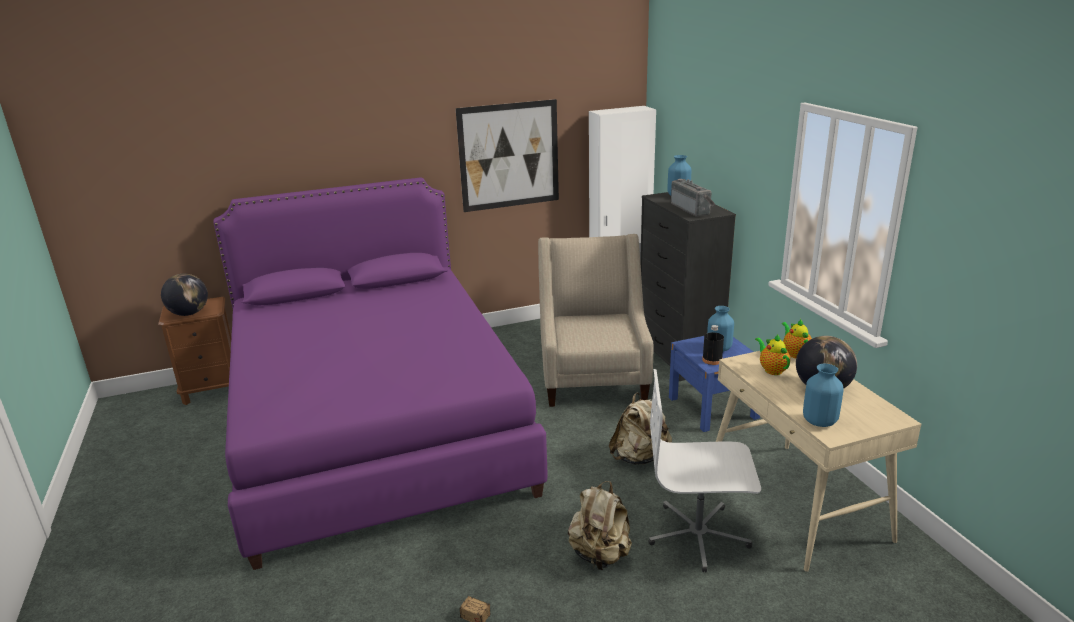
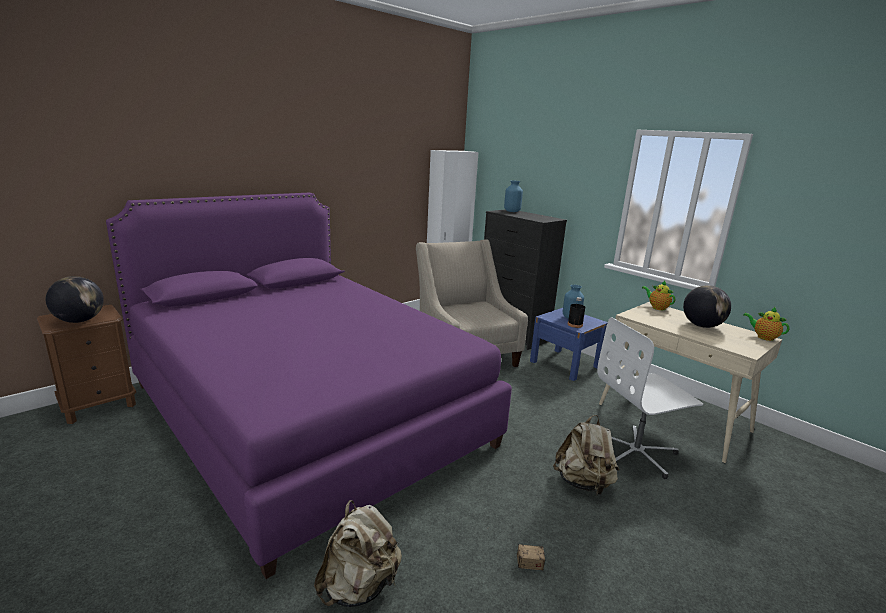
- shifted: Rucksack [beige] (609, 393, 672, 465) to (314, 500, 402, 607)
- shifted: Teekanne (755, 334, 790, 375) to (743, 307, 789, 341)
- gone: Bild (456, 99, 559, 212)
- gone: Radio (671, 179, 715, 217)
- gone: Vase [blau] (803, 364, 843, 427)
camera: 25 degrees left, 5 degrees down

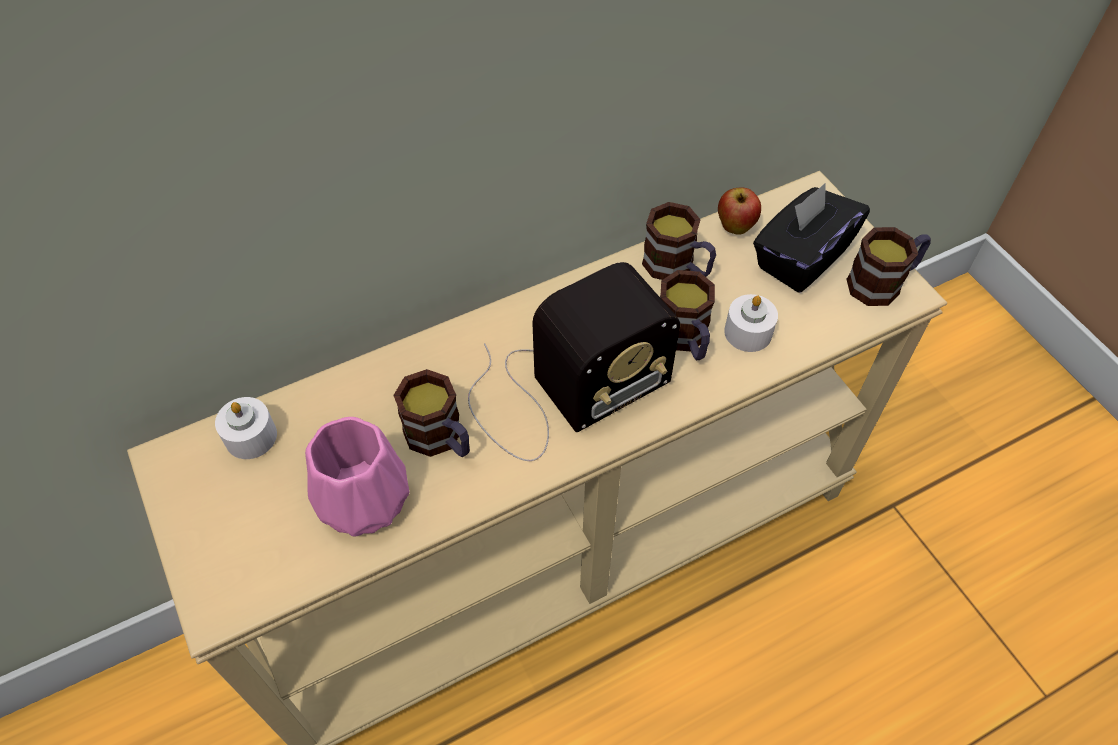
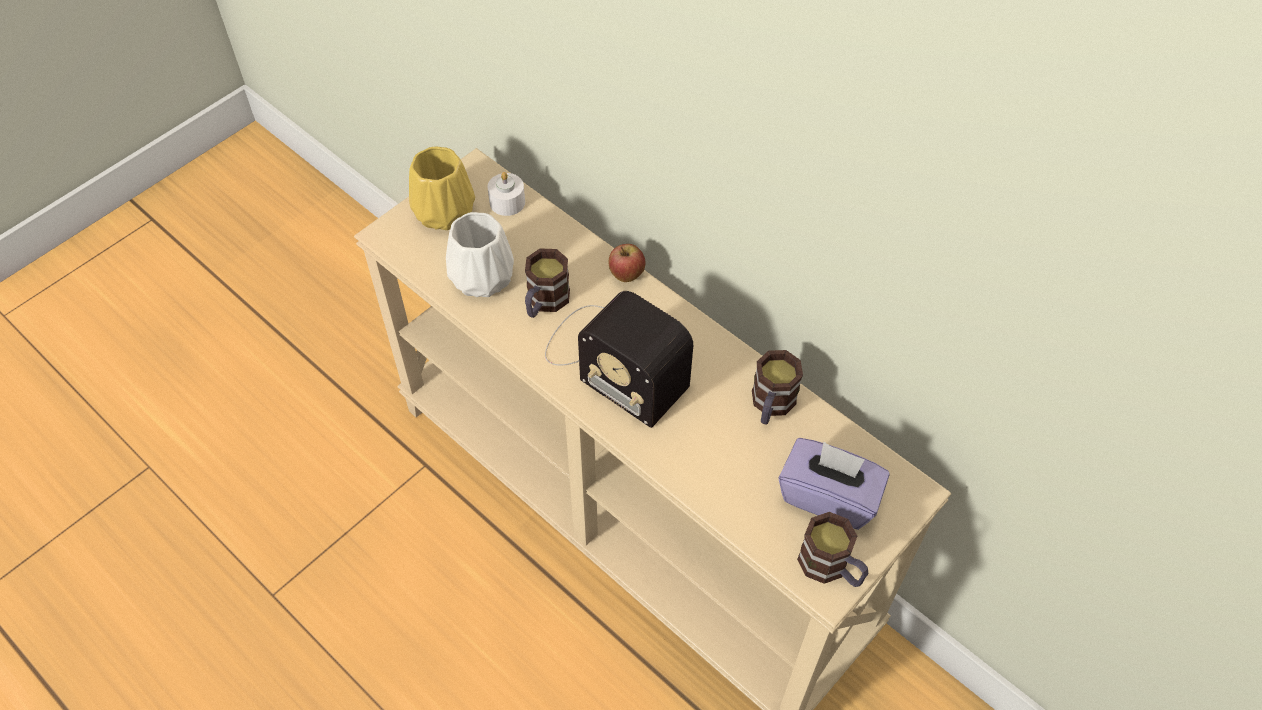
- new: Vase [gelb] (409, 147, 475, 230)
- repainted: Vase [rosa] (305, 417, 410, 537) to Vase [weiß] (446, 212, 514, 297)
- shifted: Apfel (718, 187, 761, 235) to (609, 244, 645, 282)
- repainted: Taschentuchbox [schwarz] (753, 183, 870, 293) to Taschentuchbox [lila] (778, 438, 890, 530)
- gone: Henkelbecher (660, 270, 715, 360)
- gone: Kerze [weiß] (724, 294, 778, 352)
camera: 70 degrees right, 0 degrees up

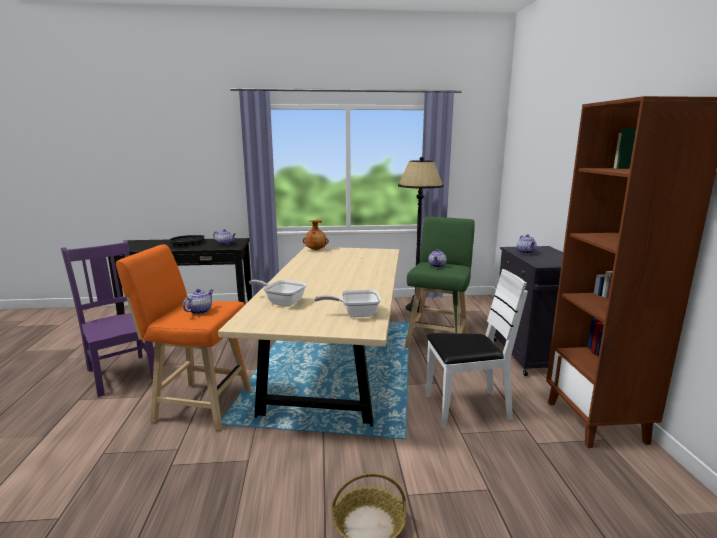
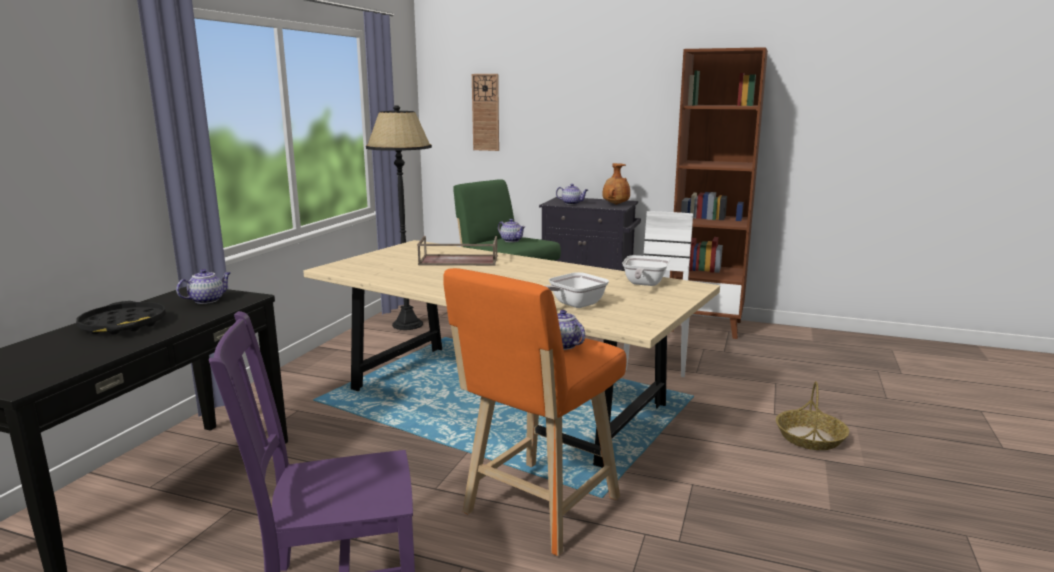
- new: Tablett [braun] (417, 236, 498, 266)
- new: Wanduhr (472, 74, 499, 151)
- shifted: Vase [braun] (303, 219, 329, 250) to (602, 163, 630, 205)
camera: 65 degrees left, 0 degrees up

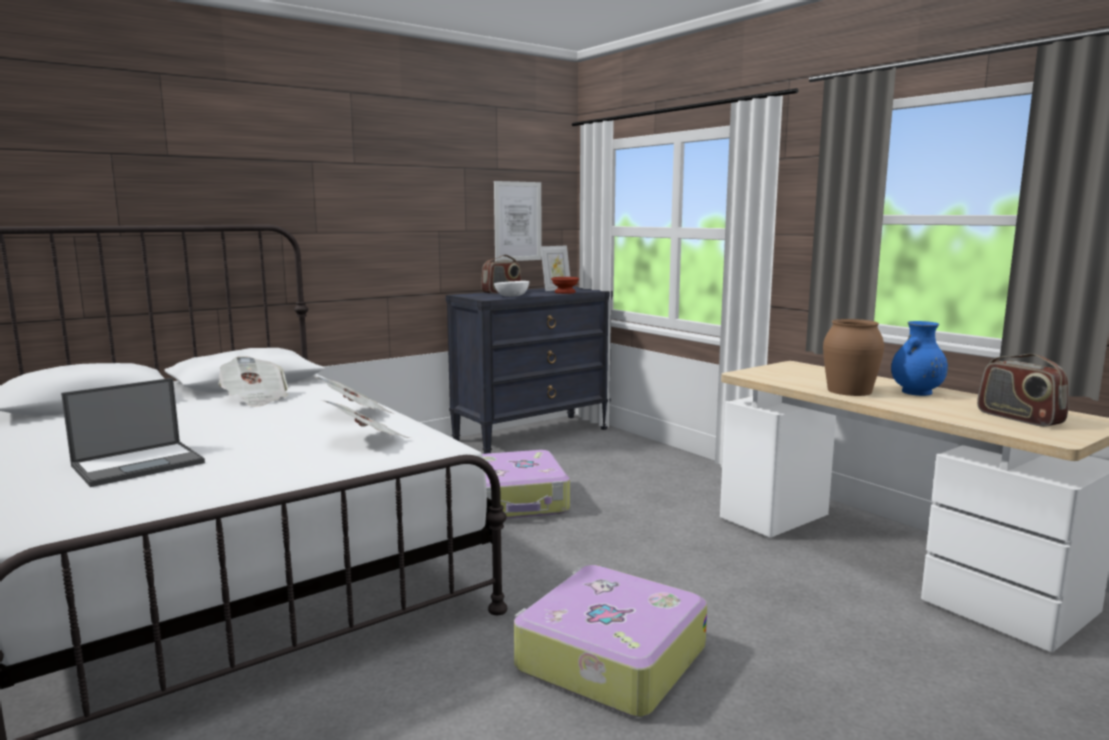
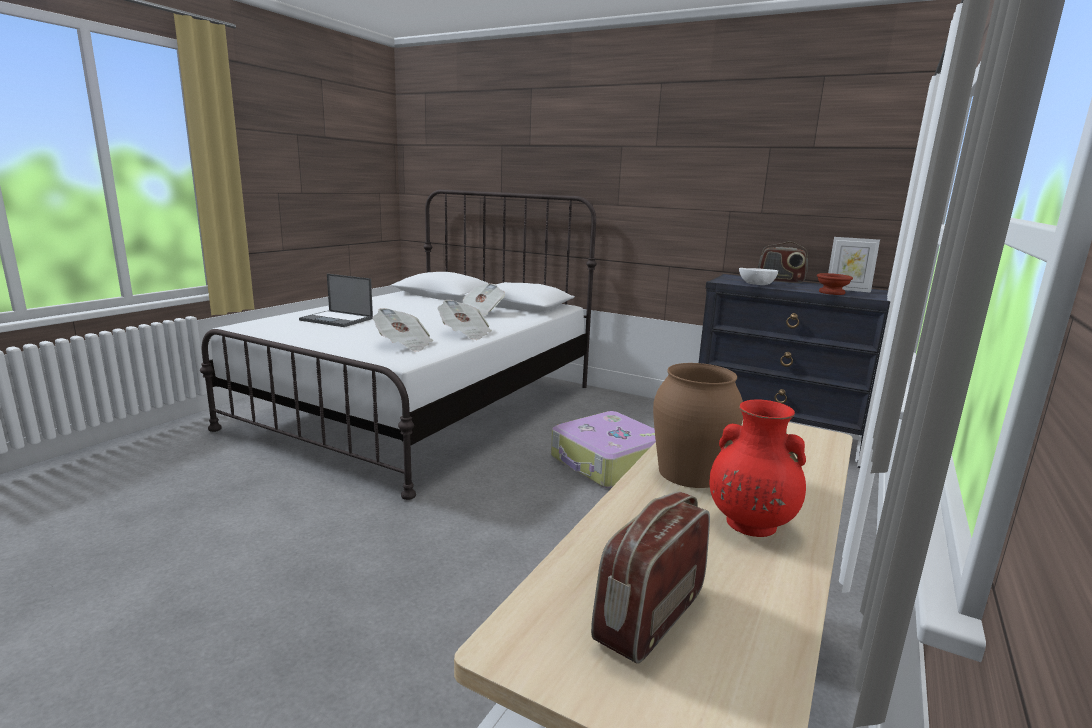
- repainted: Vase [blau] (891, 321, 948, 396) to Vase [rot] (709, 399, 806, 537)
- gone: Bild (494, 181, 542, 262)
- gone: Koffer (514, 565, 707, 717)
camera: 65 degrees right, 5 degrees up

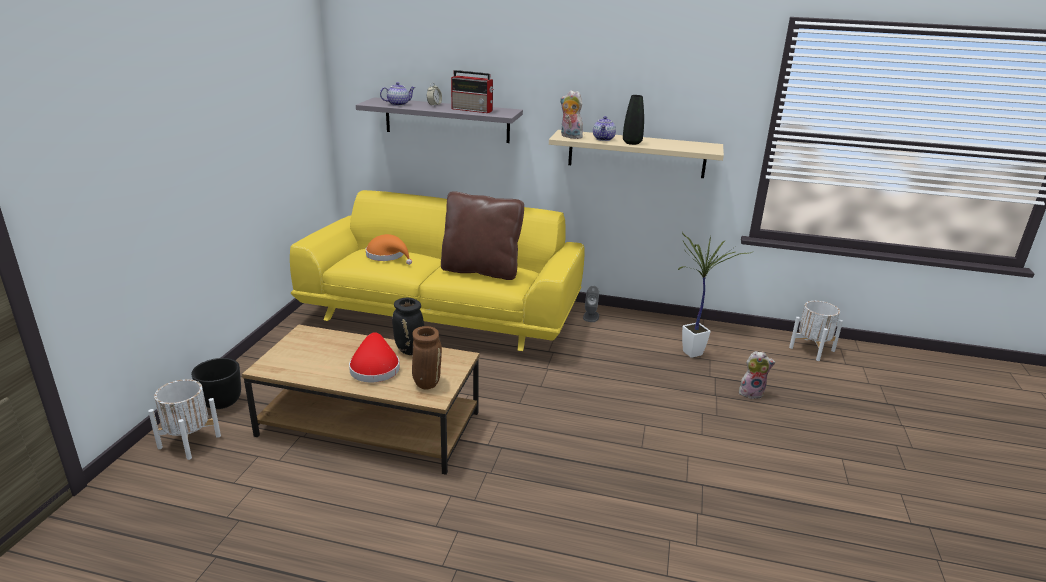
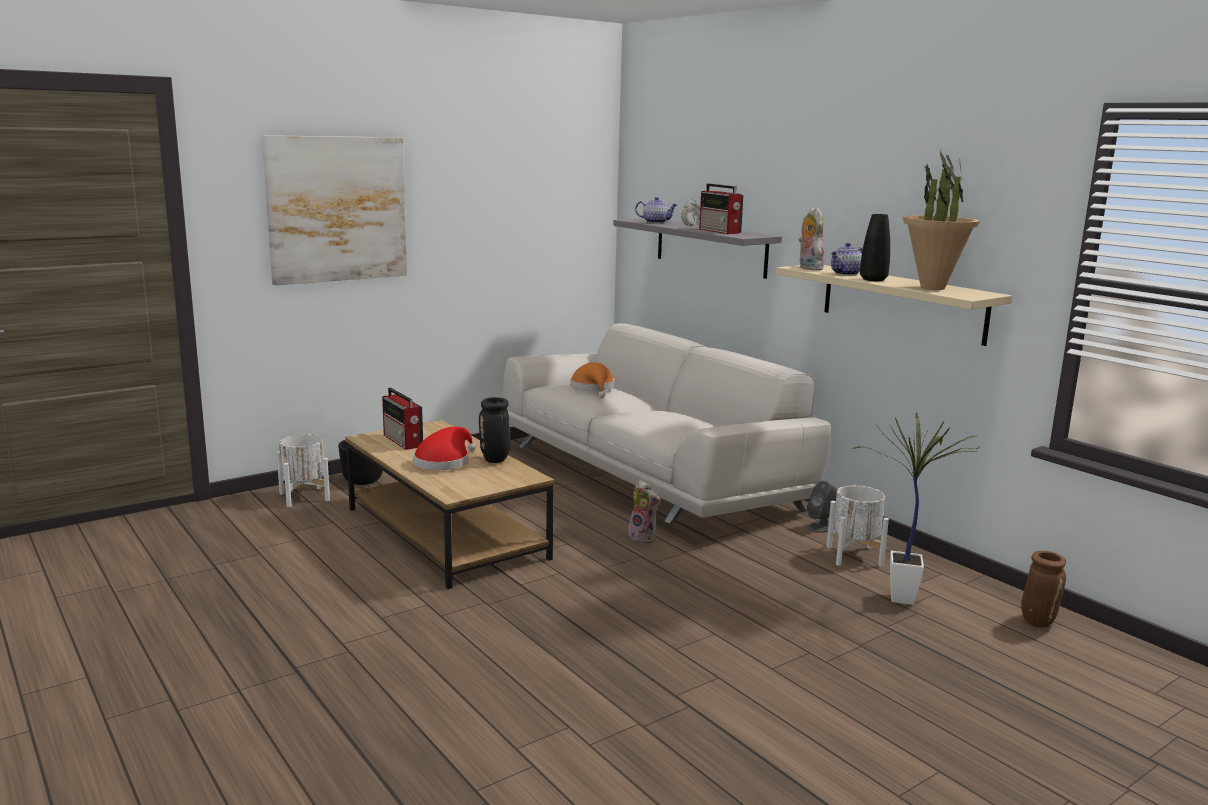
- new: Bild (262, 135, 407, 285)
- new: Radio (382, 388, 423, 450)
- repainted: Sofa [gelb] (290, 190, 584, 351) to Sofa [weiß] (503, 323, 831, 524)
- shifted: Plüschtier (739, 351, 776, 399) to (628, 480, 661, 544)
- shifted: Pflanzkübel [weiß] (789, 301, 843, 361) to (826, 485, 889, 567)
- new: Topfpflanze (903, 150, 980, 290)
- shifted: Vase [braun] (412, 326, 442, 389) to (1021, 551, 1066, 627)
- gone: Kissen [braun] (441, 191, 524, 280)
camera: 40 degrees right, 10 degrees down

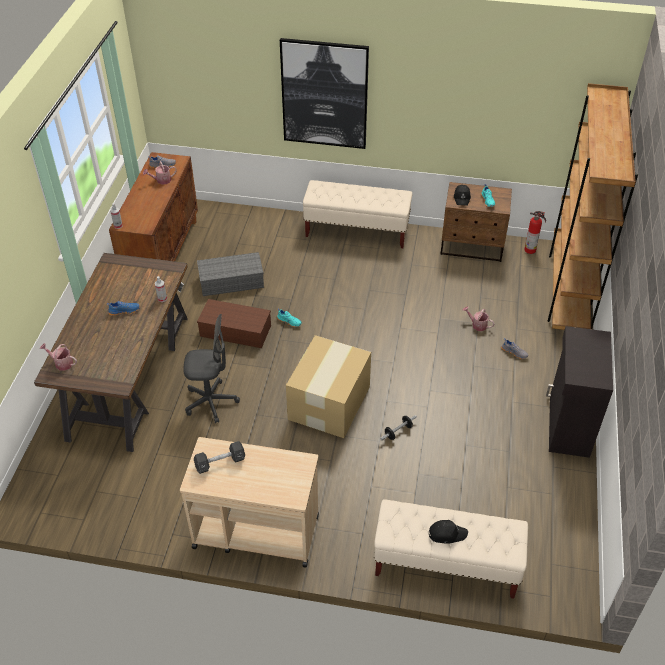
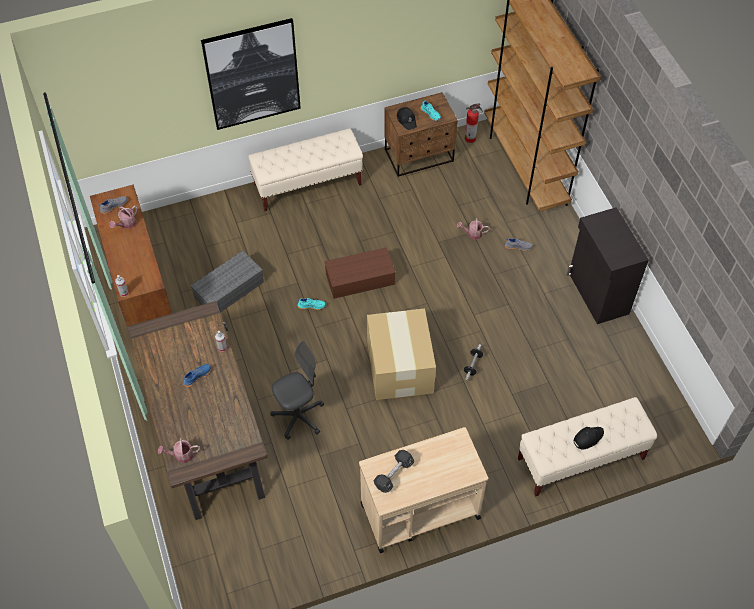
- shifted: Aufbewahrungsbox [braun] (197, 299, 271, 348) to (324, 247, 396, 299)
camera: 30 degrees left, 10 degrees up

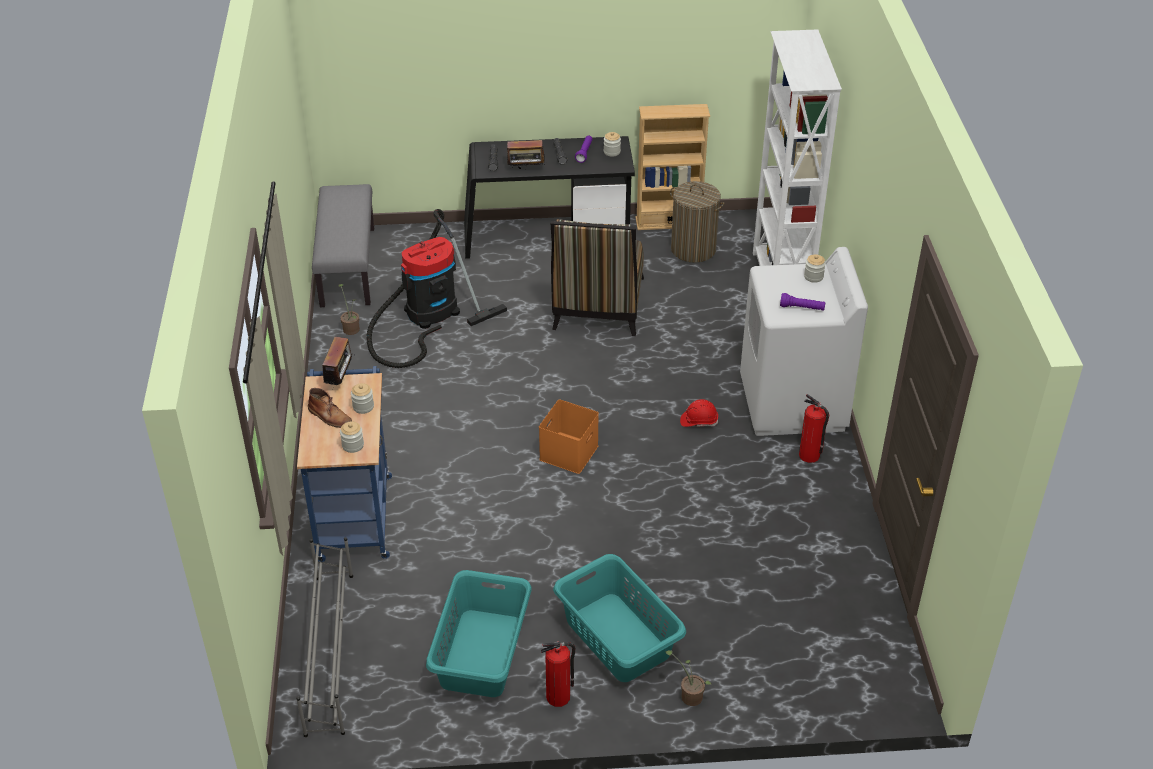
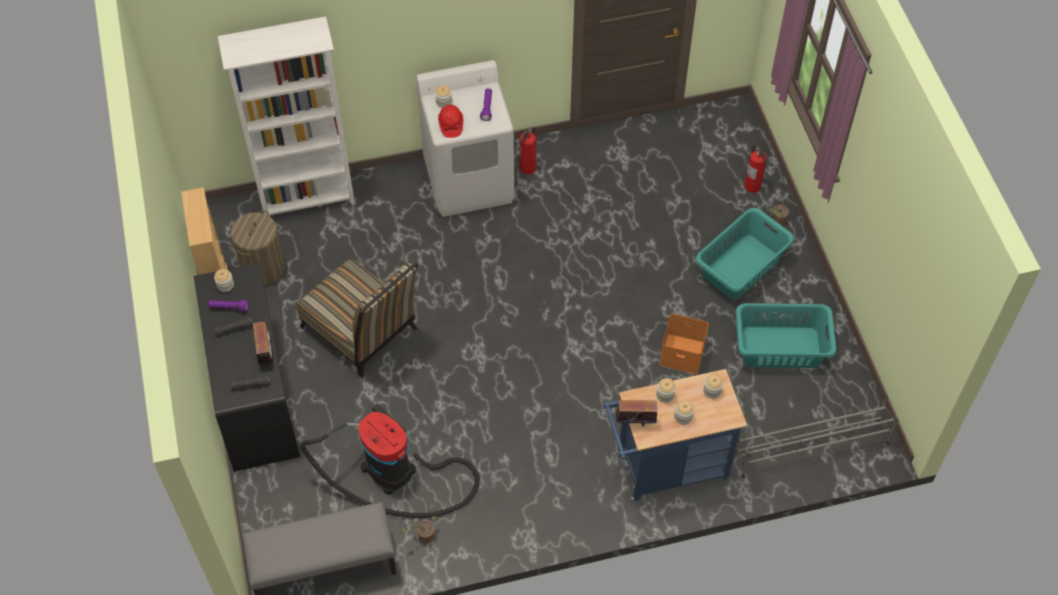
- rotated: Stuhl (550, 219, 644, 336) = (297, 259, 418, 378) 45 degrees clockwise
- shifted: Schutzhelm [rot] (680, 399, 718, 427) to (438, 105, 463, 138)
- shifted: Aufbewahrungsbox [orange] (539, 399, 599, 474) to (659, 314, 709, 374)
- swapped: Stiefel [braun] (308, 388, 352, 428) to Vorratsglas (674, 400, 694, 425)
- shifted: Feuerlöscher (541, 642, 576, 707) to (744, 145, 767, 193)
camera: 100 degrees left, 15 degrees up

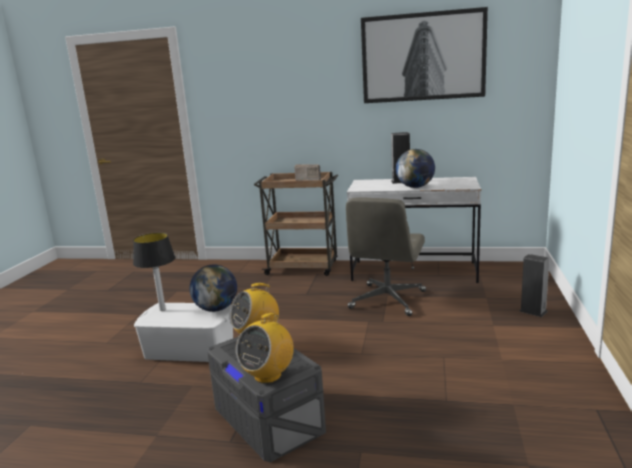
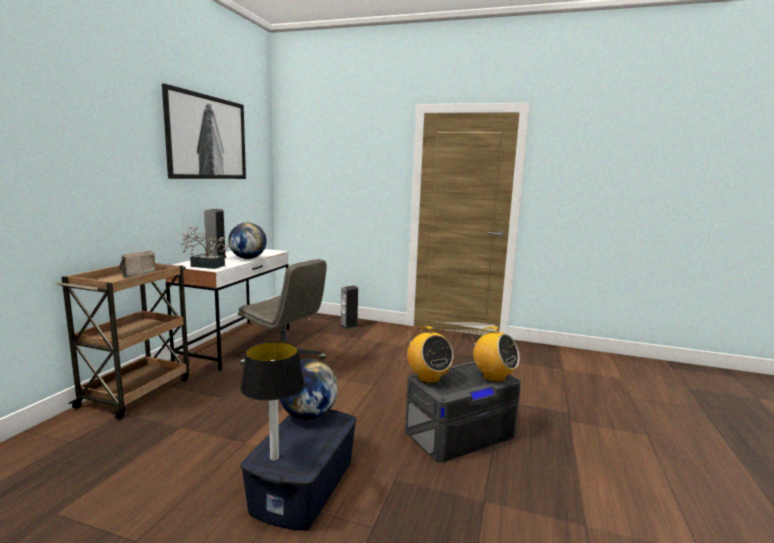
- new: Topfpflanze (179, 227, 230, 269)
- repainted: Aufbewahrungsbox [weiß] (134, 303, 233, 362) to Aufbewahrungsbox [blau] (240, 409, 357, 531)
camera: 85 degrees left, 5 degrees down

